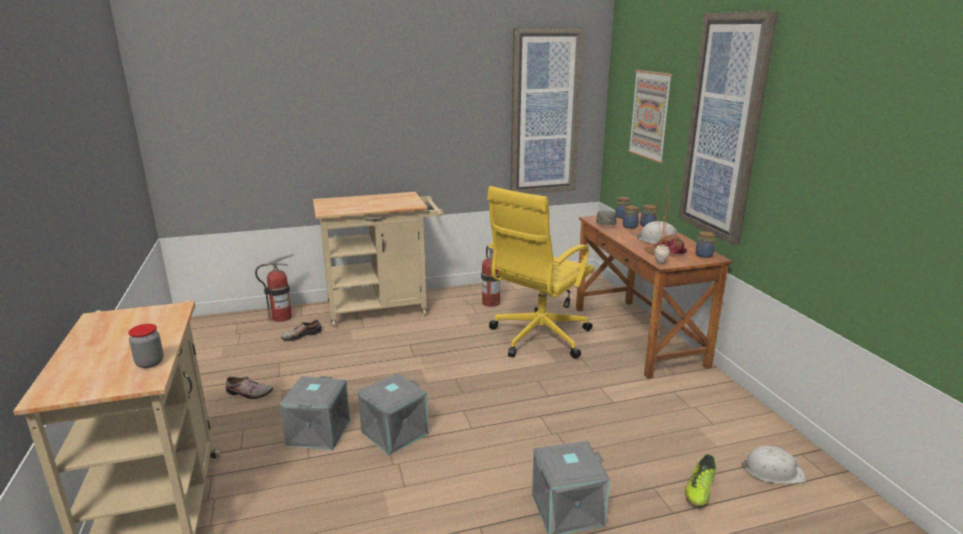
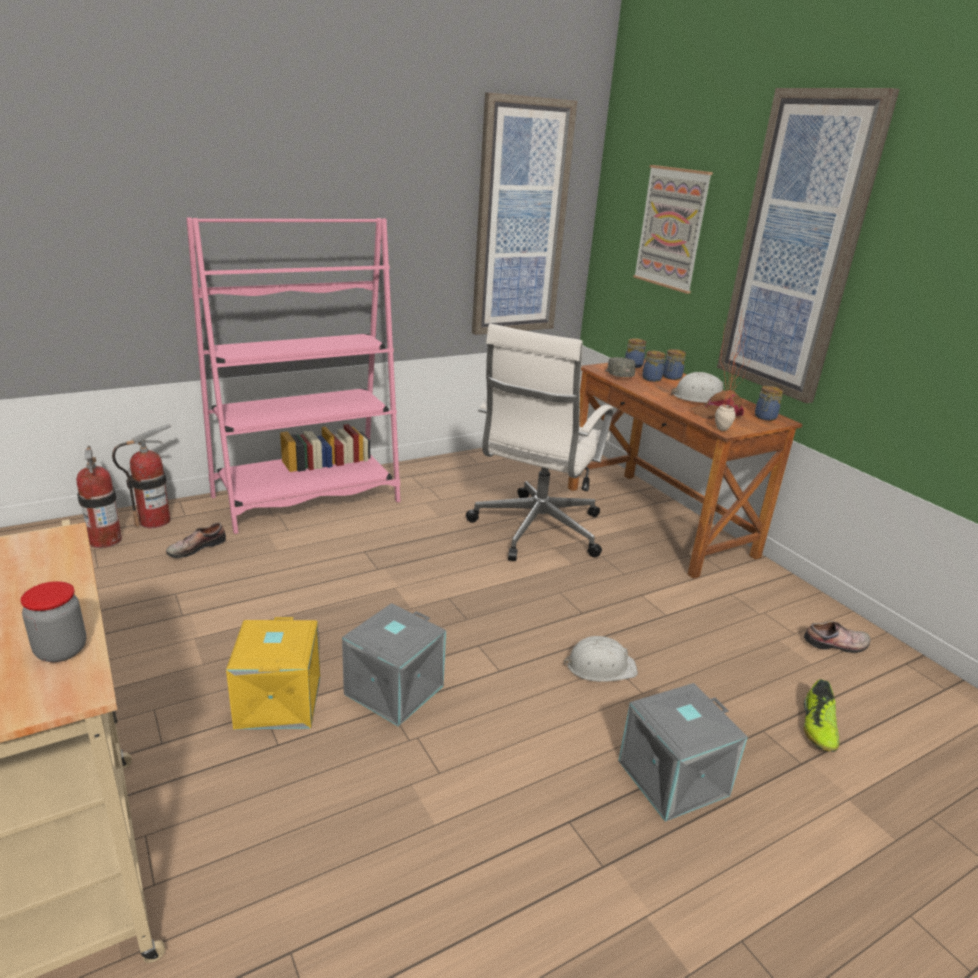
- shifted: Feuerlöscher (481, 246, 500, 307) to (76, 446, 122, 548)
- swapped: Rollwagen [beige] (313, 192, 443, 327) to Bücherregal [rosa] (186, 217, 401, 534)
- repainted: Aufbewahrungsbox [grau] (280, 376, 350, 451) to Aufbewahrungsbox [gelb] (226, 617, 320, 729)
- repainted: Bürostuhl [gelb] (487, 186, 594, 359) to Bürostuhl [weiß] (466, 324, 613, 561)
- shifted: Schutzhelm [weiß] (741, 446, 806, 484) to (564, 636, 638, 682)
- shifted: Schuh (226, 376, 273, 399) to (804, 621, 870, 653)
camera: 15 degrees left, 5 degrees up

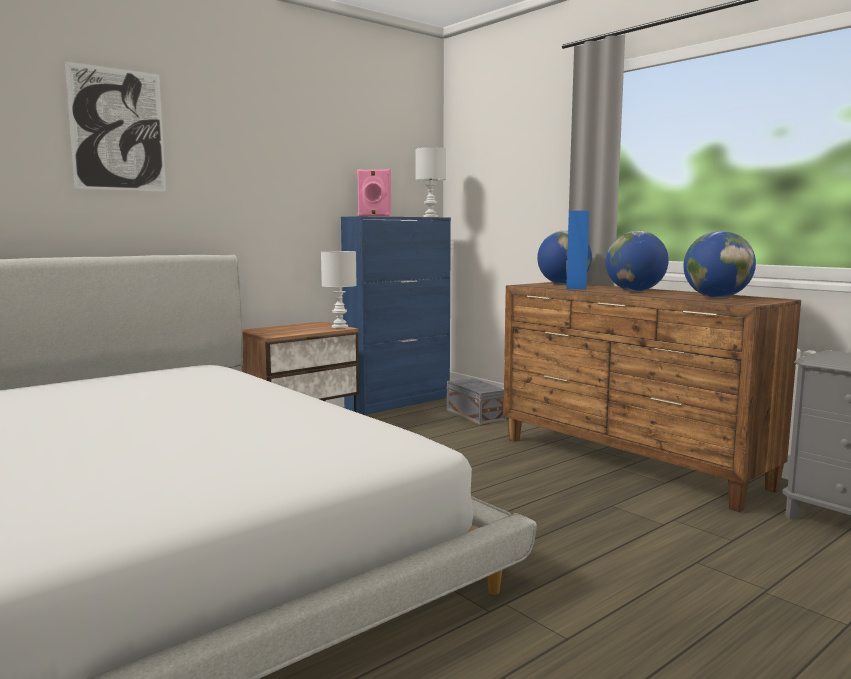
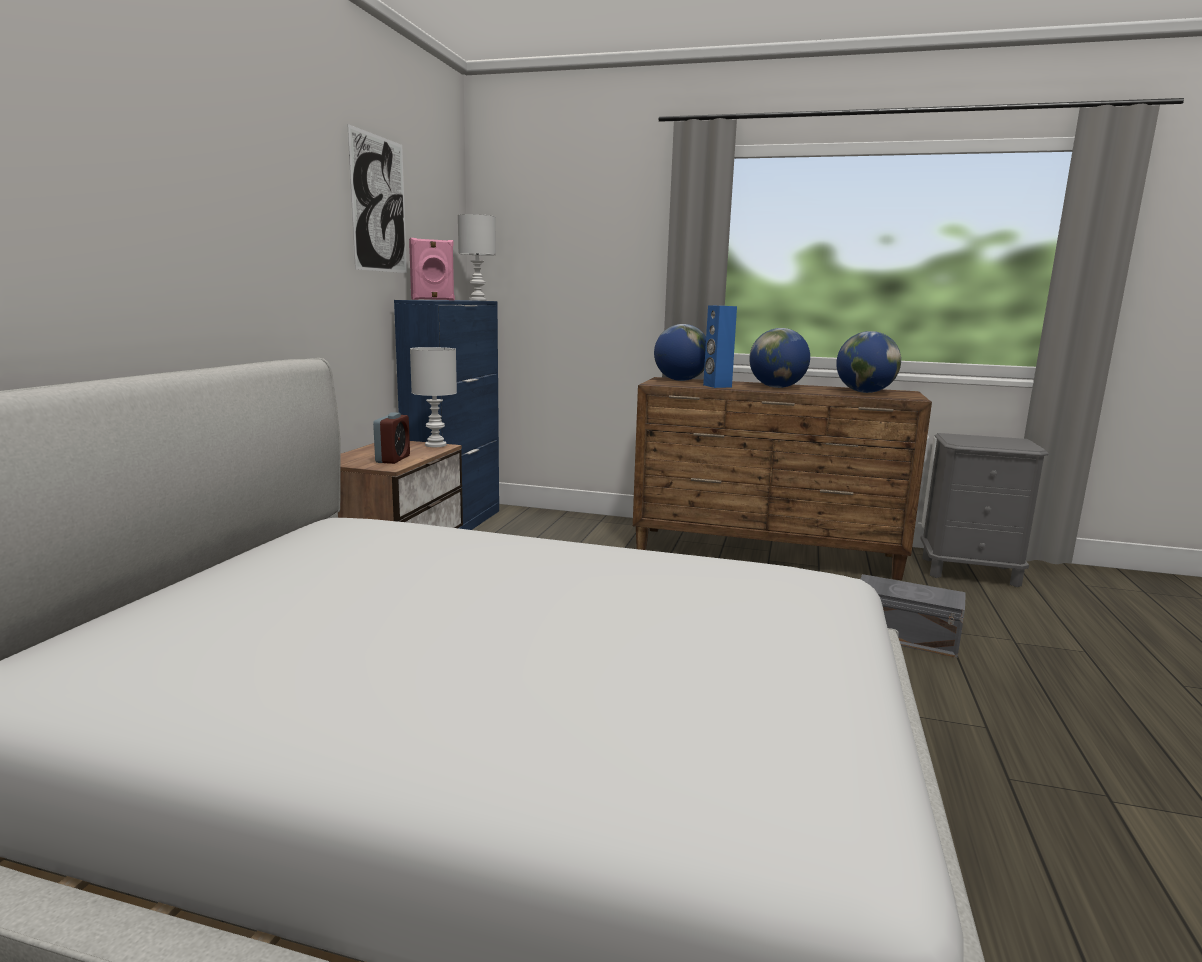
- shifted: Bild (65, 61, 166, 192) to (347, 124, 407, 273)
- new: Wecker (373, 412, 410, 464)
- shifted: Aufbewahrungsbox [grau] (447, 378, 506, 425) to (860, 574, 966, 658)
camera: 35 degrees left, 5 degrees up

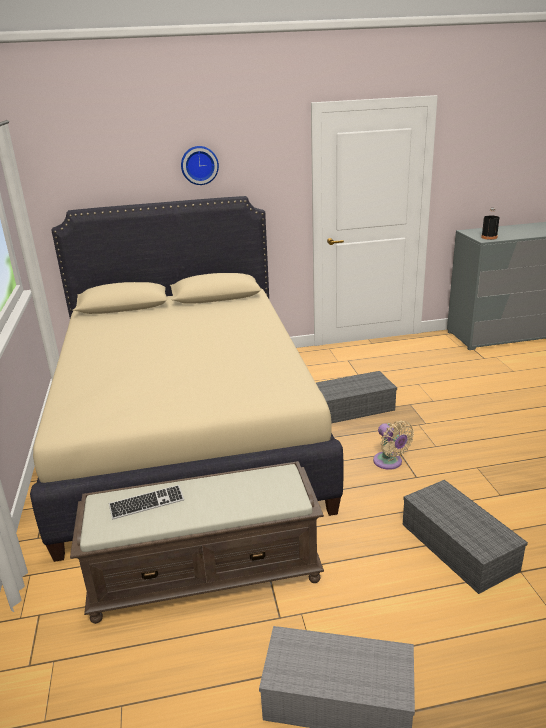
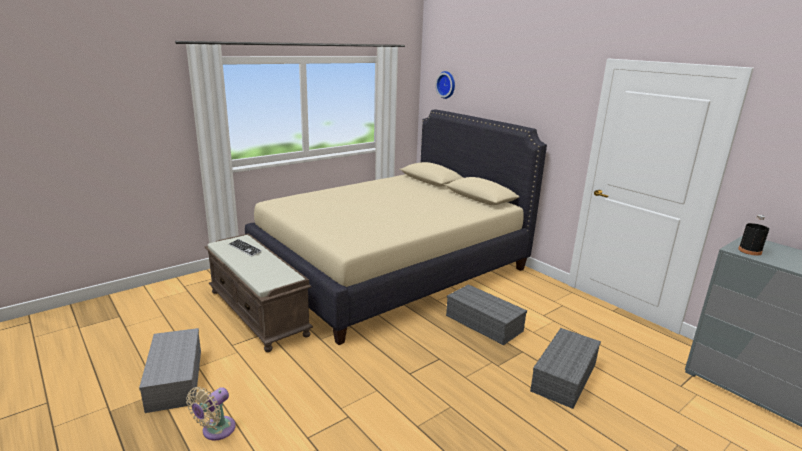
- shifted: Ventilator [beige] (373, 421, 414, 470) to (186, 387, 236, 441)
- shifted: Wanduhr (181, 146, 219, 185) to (435, 71, 455, 99)
- shifted: Aufbewahrungsbox [grau] (403, 480, 528, 594) to (530, 328, 601, 409)
camera: 60 degrees right, 5 degrees down

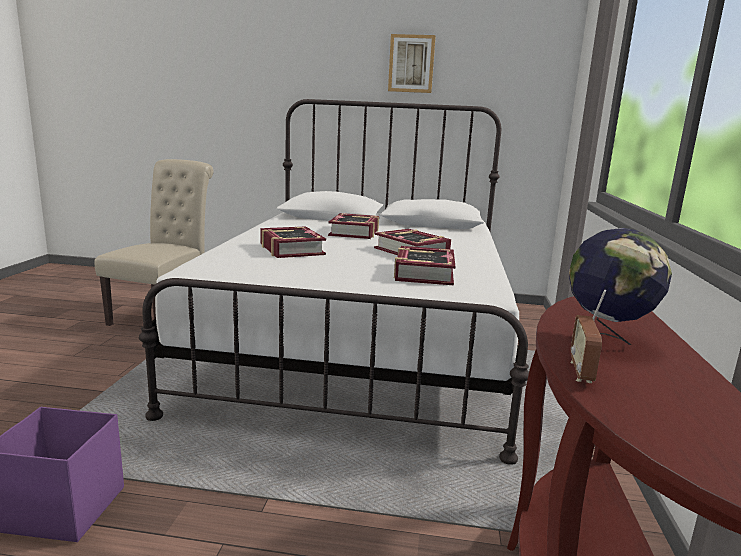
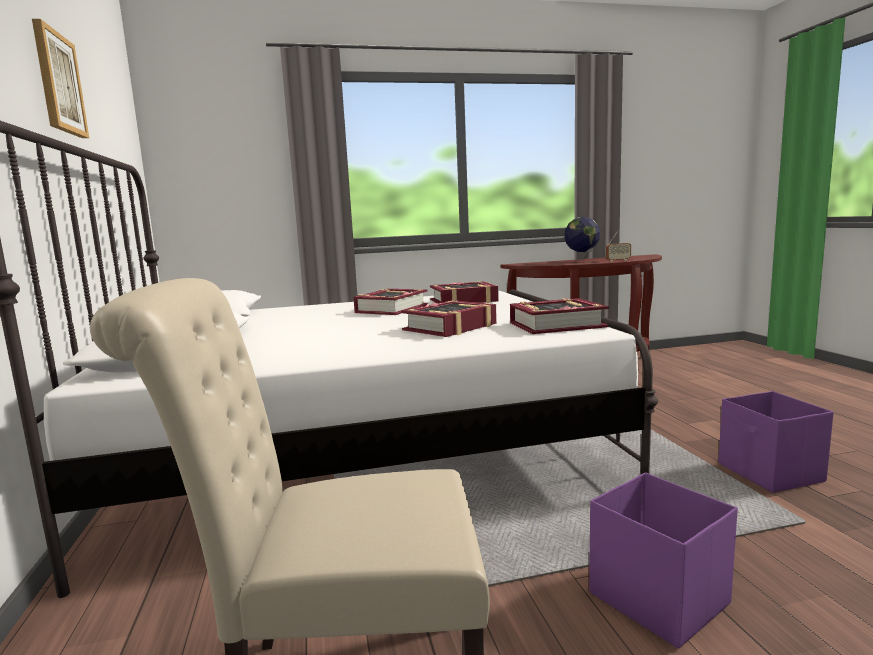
- shifted: Buch (328, 213, 379, 239) to (510, 298, 609, 334)
- new: Aufbewahrungsbox [lila] (589, 473, 738, 649)
camera: 110 degrees left, 5 degrees down

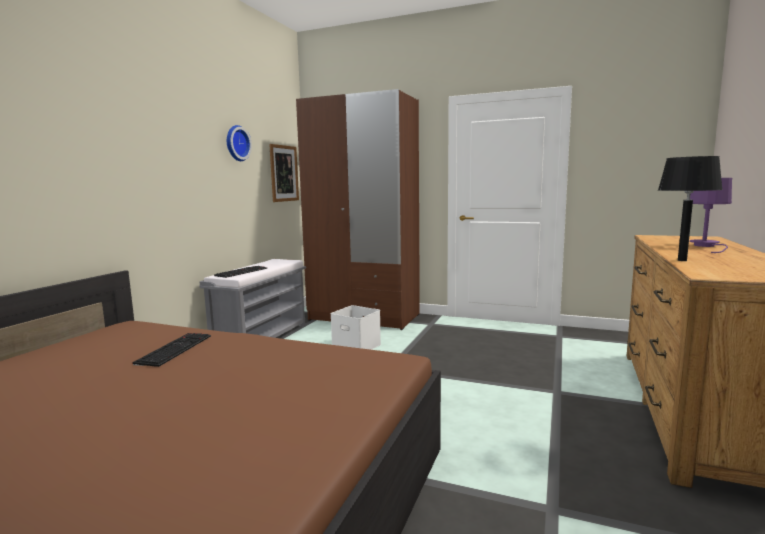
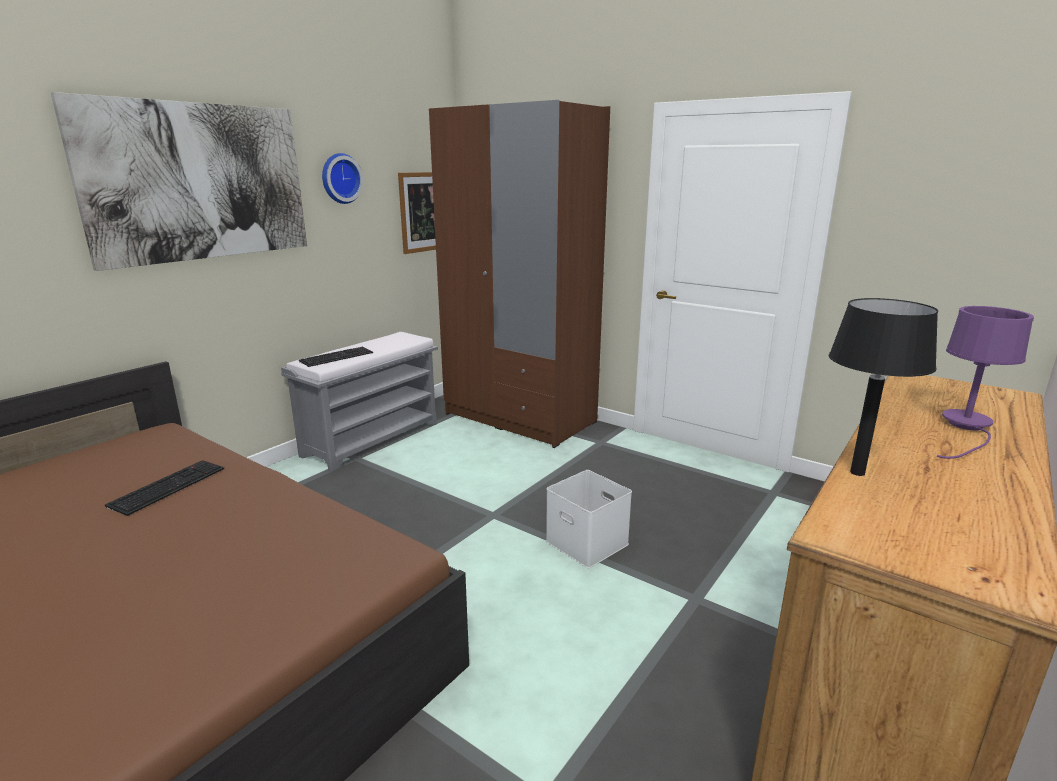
- new: Bild (51, 92, 307, 271)
- shifted: Aufbewahrungsbox [weiß] (330, 305, 381, 350) to (546, 470, 632, 568)
camera: 15 degrees right, 10 degrees up

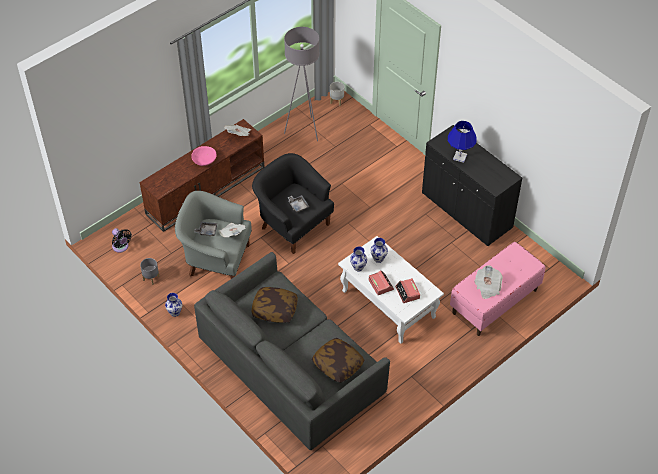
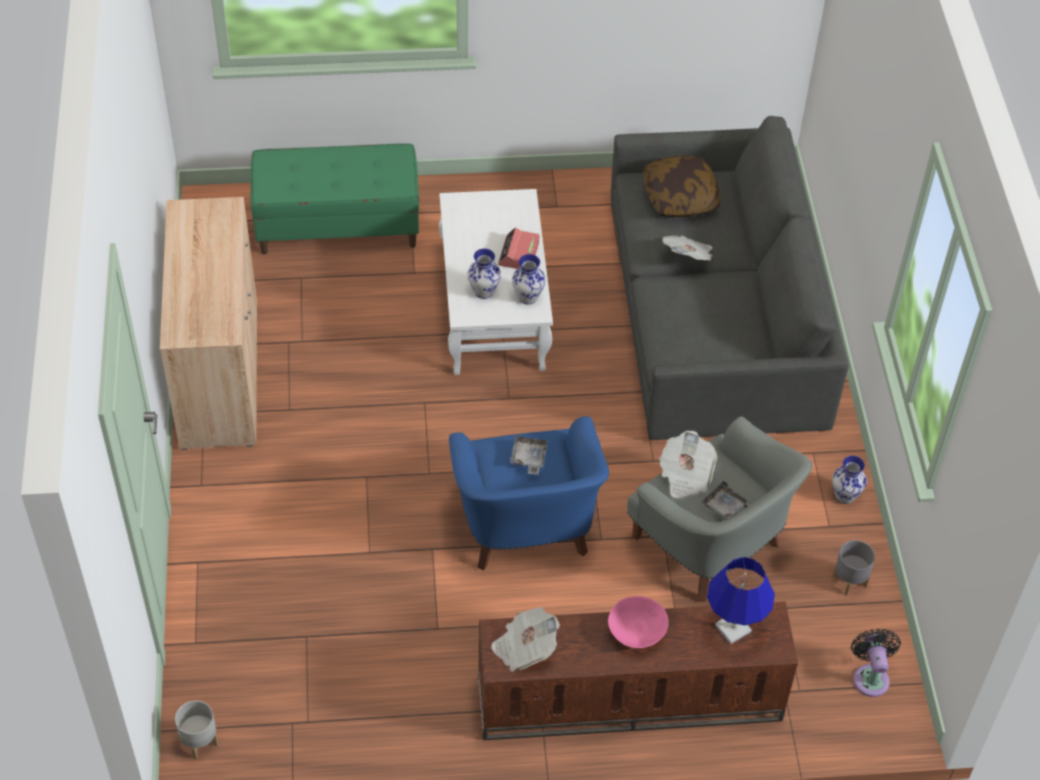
- repainted: Schrank [schwarz] (422, 125, 523, 246) to Schrank [beige] (160, 197, 257, 450)
- repainted: Bank [rosa] (450, 242, 545, 336) to Bank [grün] (250, 143, 419, 255)
- repainted: Sessel [schwarz] (252, 153, 334, 254) to Sessel [blau] (449, 416, 609, 570)
- shifted: Zeitung (474, 265, 503, 299) to (662, 236, 713, 260)
- shifted: Tischlampe [blau] (448, 121, 477, 163) to (707, 557, 775, 644)
- gone: Kissen (252, 287, 298, 323)
- gone: Stehlampe [grau] (284, 27, 320, 141)
- gone: Wecker (395, 278, 420, 303)
camera: 145 degrees left, 0 degrees up

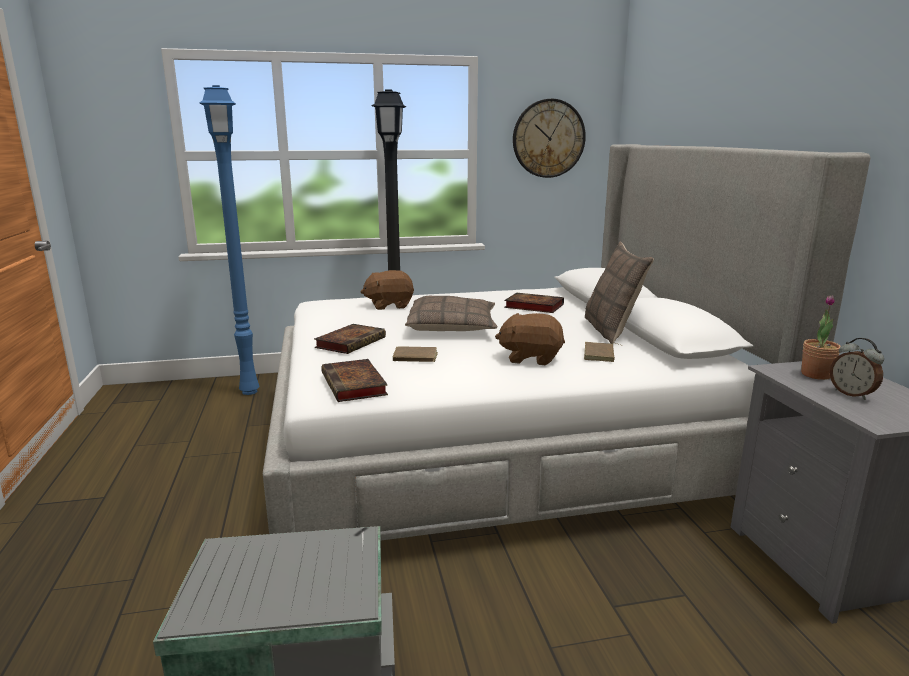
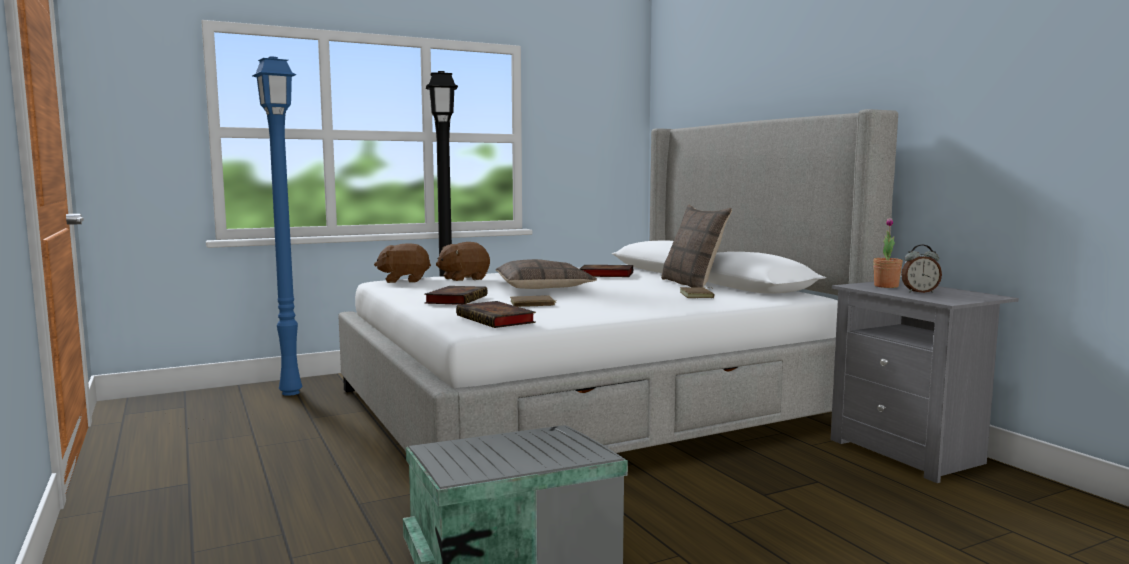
- shifted: Plüschtier [braun] (495, 313, 565, 365) to (374, 243, 431, 283)
- rotated: Wecker (830, 338, 884, 400) = (901, 245, 942, 293) 45 degrees counterclockwise
- gone: Wanduhr (513, 99, 586, 178)
camera: 15 degrees left, 10 degrees down

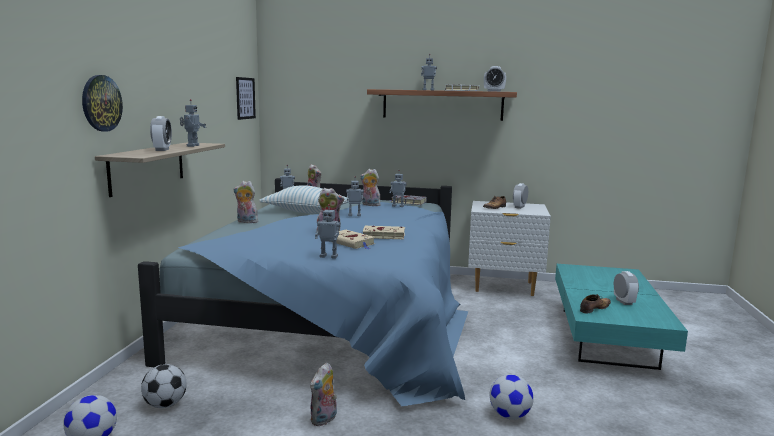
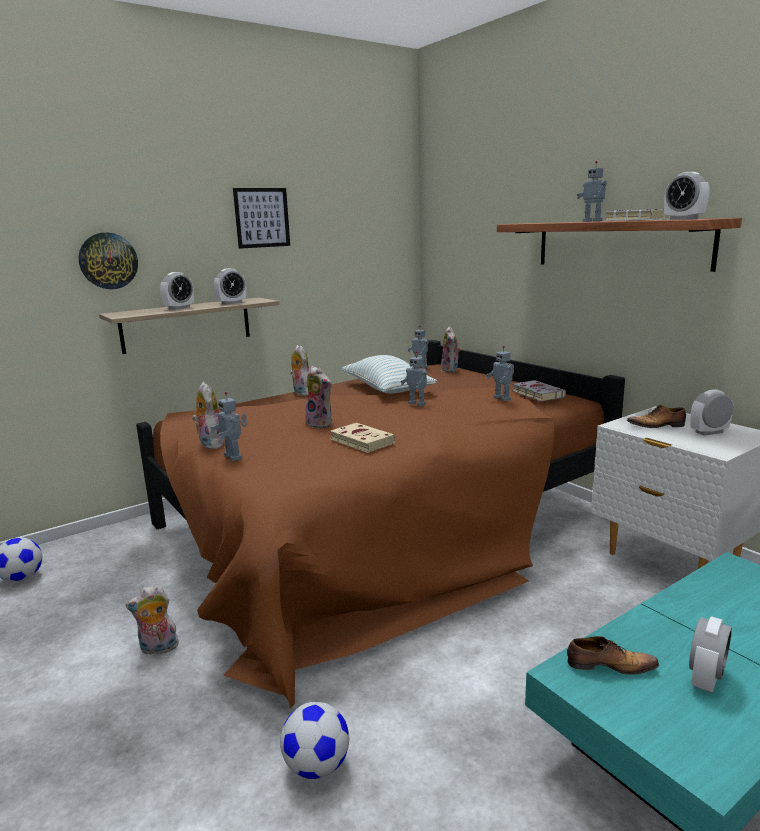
- repainted: Bett [blau] (138, 178, 468, 406) to Bett [braun] (136, 340, 625, 708)
- shifted: Plüschtier (360, 169, 381, 206) to (192, 382, 225, 449)
- swapped: Spielzeugroboter (180, 99, 206, 147) to Wecker (214, 268, 247, 305)
- shifted: Bild (236, 77, 256, 120) to (233, 188, 290, 249)
- gone: Fußball (141, 364, 187, 408)
- gone: Buch [beige] (336, 230, 375, 249)
camera: 45 degrees right, 5 degrees up

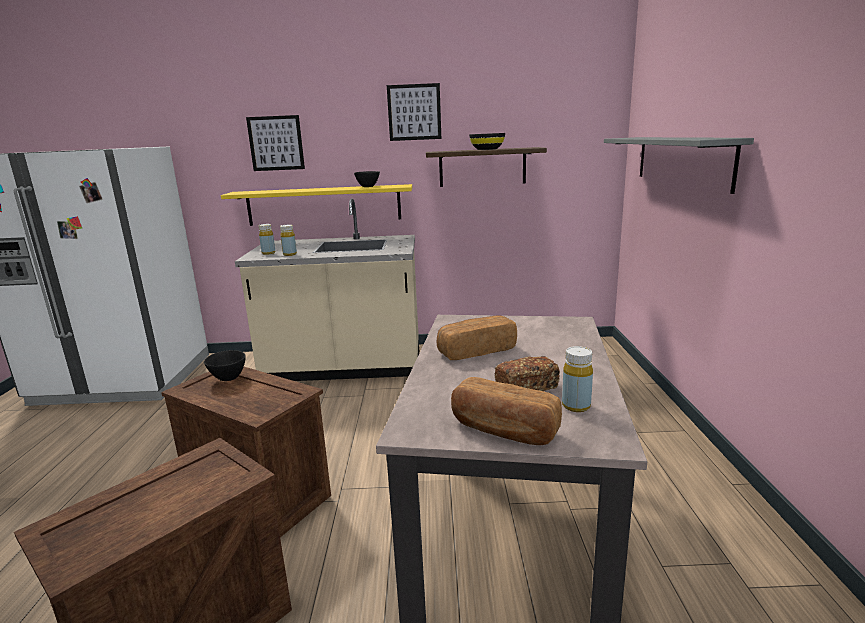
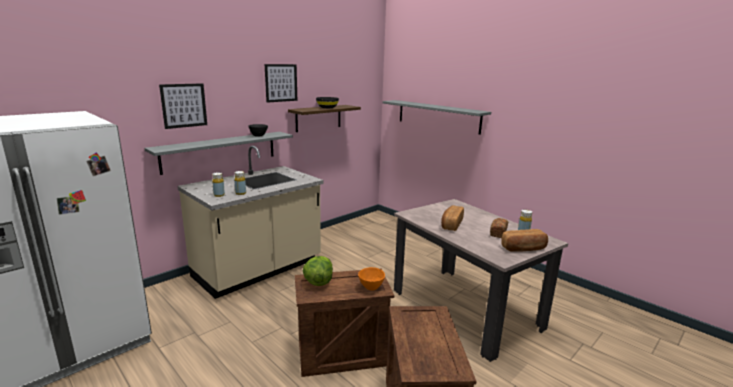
- repainted: Wandregal [gelb] (221, 184, 412, 226) to Wandregal [grau] (144, 132, 293, 175)
- swapped: Schüssel [schwarz] (204, 350, 246, 381) to Salatkopf (303, 256, 333, 286)
- new: Schüssel [orange] (358, 267, 385, 291)
camera: 45 degrees left, 0 degrees up

